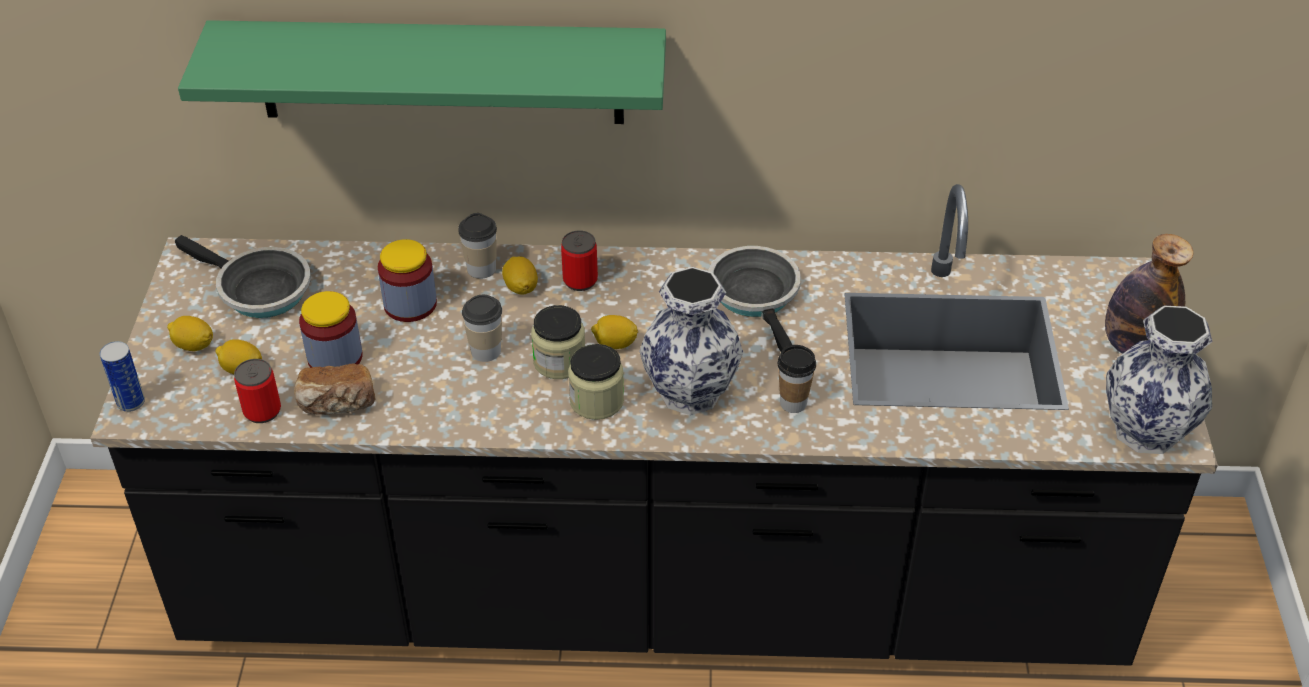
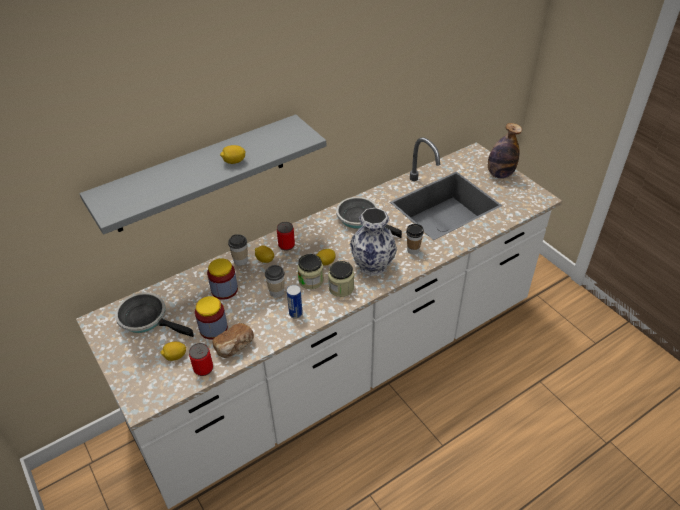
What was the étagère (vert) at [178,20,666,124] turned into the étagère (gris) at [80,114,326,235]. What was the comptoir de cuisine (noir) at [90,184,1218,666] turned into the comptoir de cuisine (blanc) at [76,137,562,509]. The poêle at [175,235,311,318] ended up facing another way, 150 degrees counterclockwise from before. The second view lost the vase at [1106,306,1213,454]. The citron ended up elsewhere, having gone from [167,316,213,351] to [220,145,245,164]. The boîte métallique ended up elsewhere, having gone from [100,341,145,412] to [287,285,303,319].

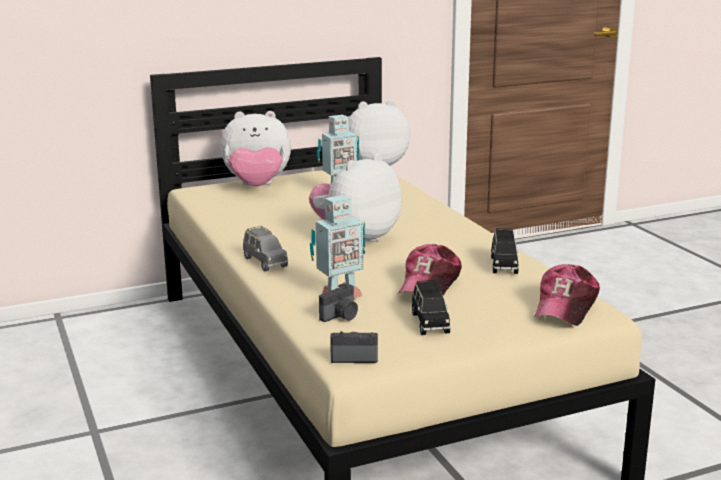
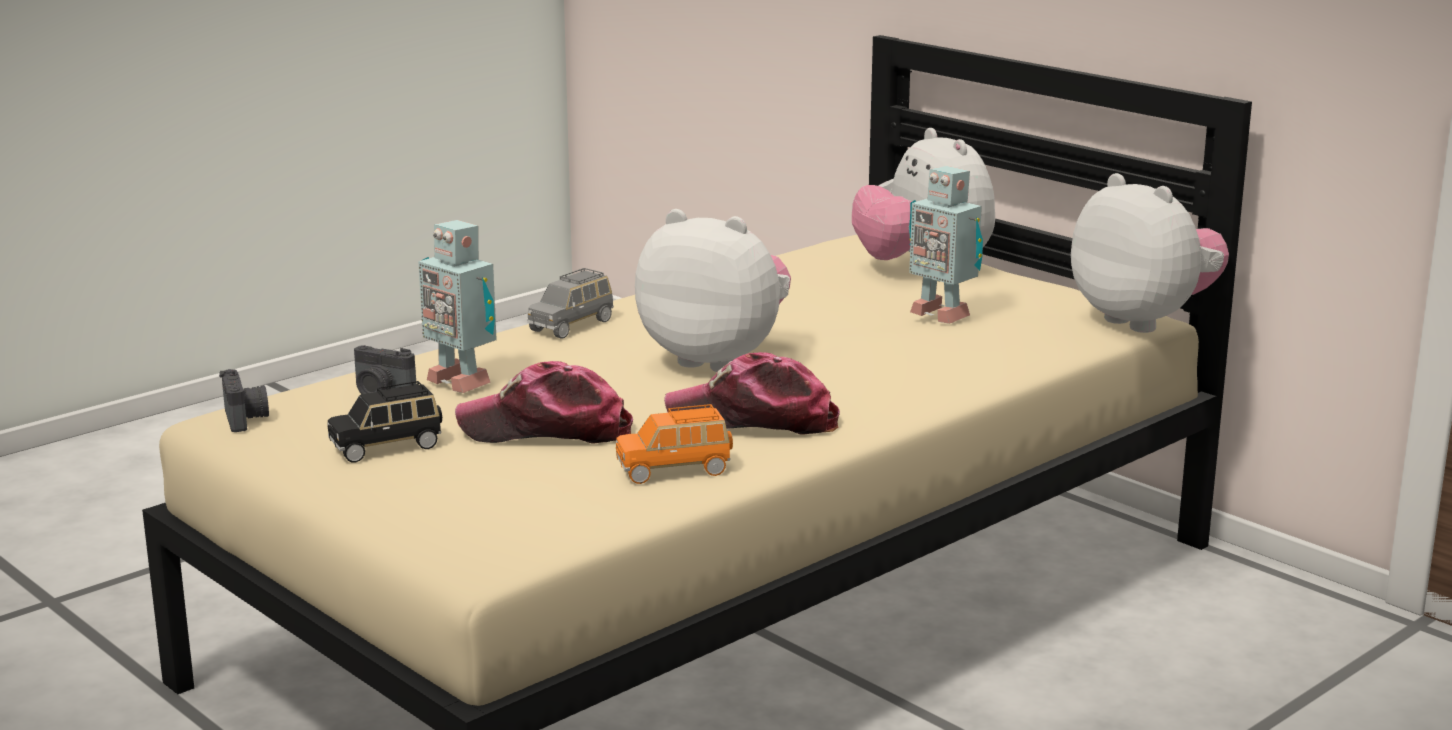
What was the petite voiture (noir) at [491,228,519,274] turned into the petite voiture (orange) at [616,404,733,484]. The casquette ended up elsewhere, having gone from [534,264,600,326] to [664,352,840,435].

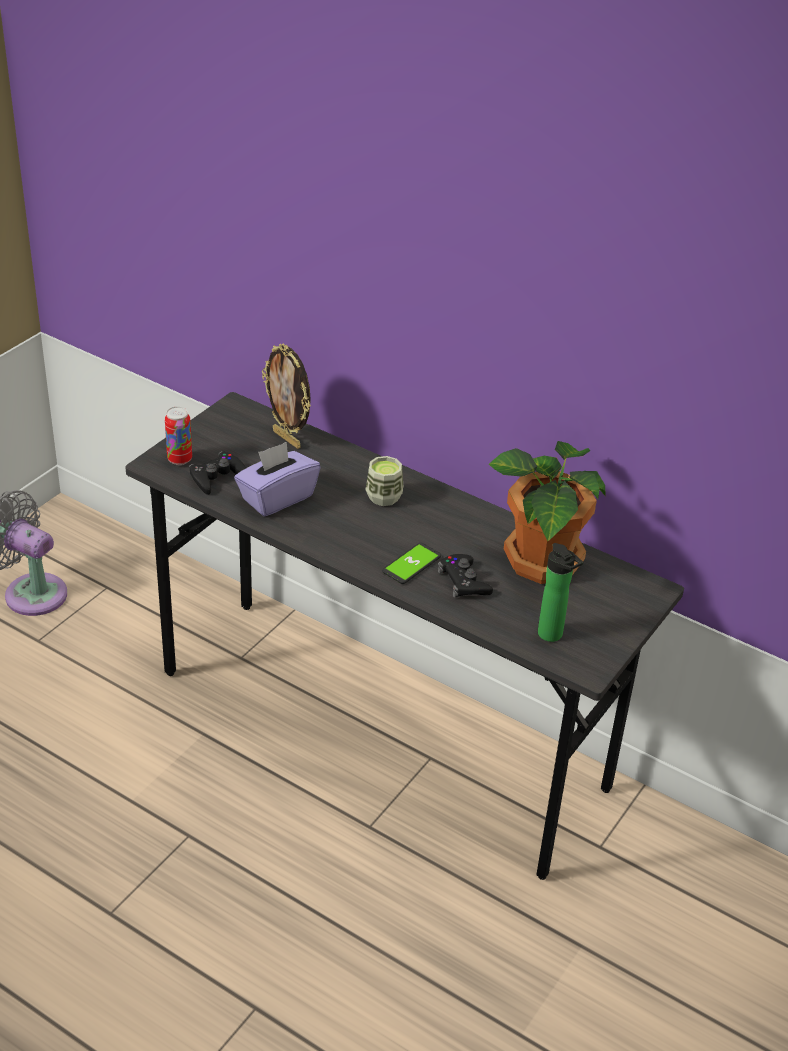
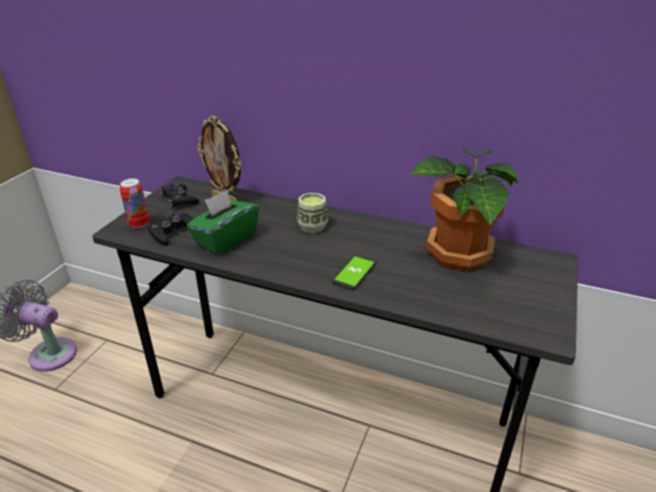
What was the boîte à mouchoirs (violet) at [234,442,321,516] turned into the boîte à mouchoirs (vert) at [187,190,259,255]. The second view lost the bouteille at [538,543,583,642]. The manette (noir) ended up elsewhere, having gone from [438,554,493,598] to [159,183,199,208].

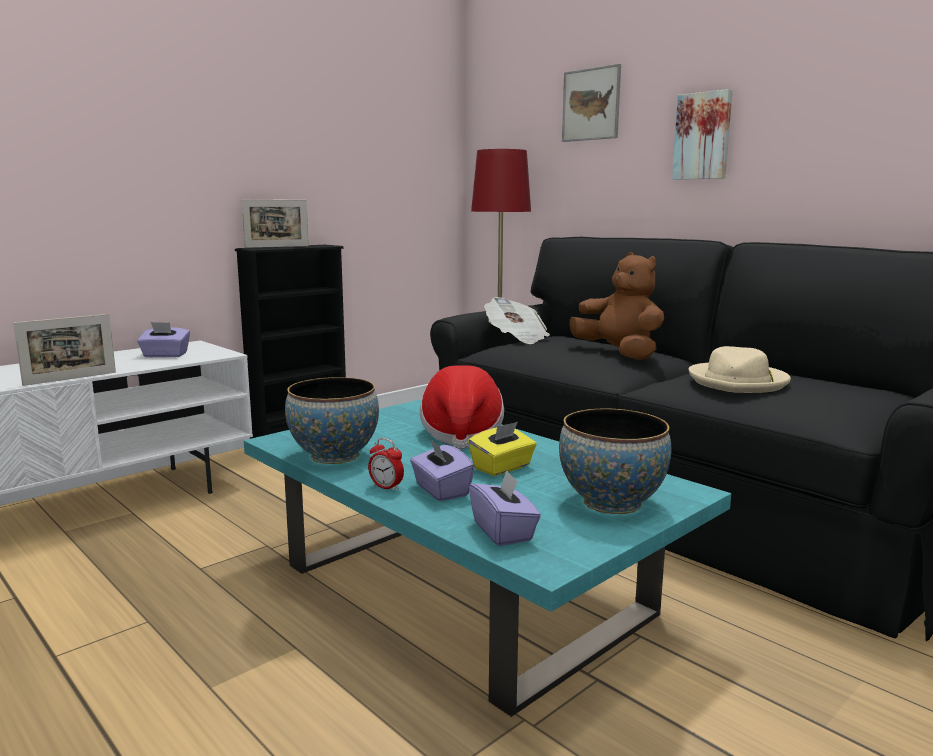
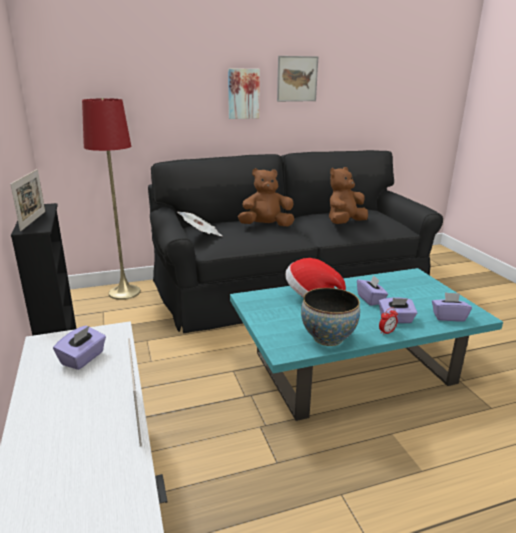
The tableau ended up elsewhere, having gone from [562,64,621,142] to [277,56,319,102]. Where the chapeau (beige) stood at [689,346,791,393], the peluche (marron) came to stand at [329,167,368,224]. The second view lost the bol at [559,409,671,514]. What was the boîte à mouchoirs (jaune) at [468,422,537,476] turned into the boîte à mouchoirs (violet) at [357,275,388,306].

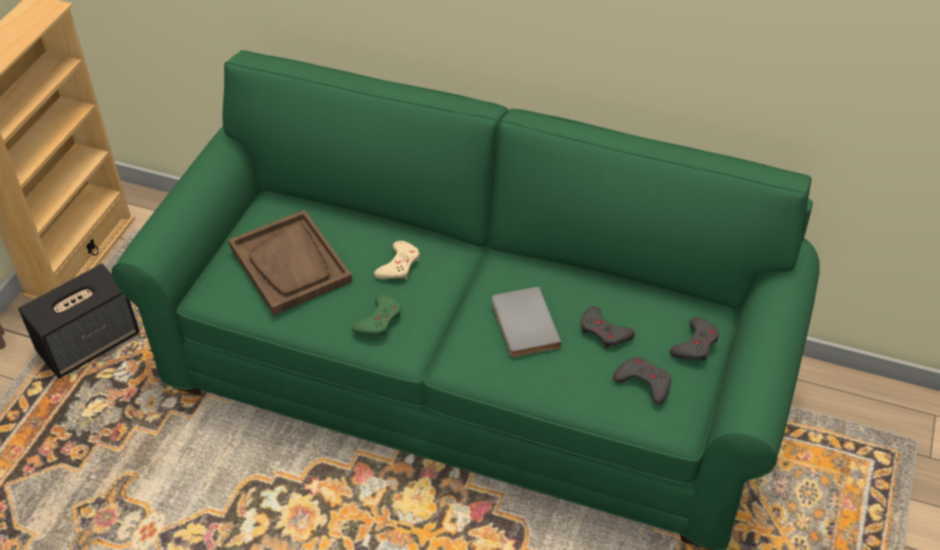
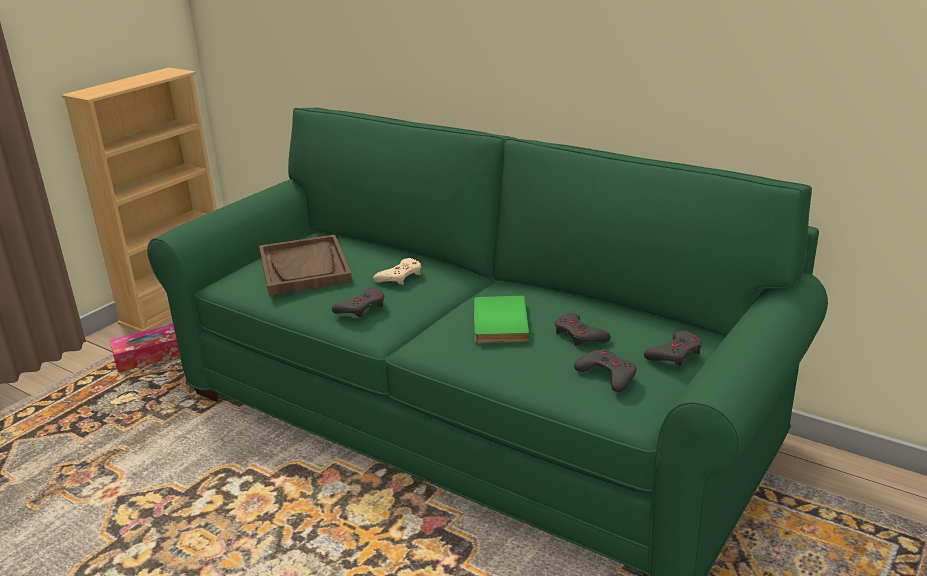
Where the enceinte stood at [18,263,140,379], the boîte à mouchoirs came to stand at [110,324,180,372]. What was the livre (gris) at [492,286,561,357] turned into the livre (vert) at [474,296,530,343]. What was the manette (vert) at [352,294,401,336] turned into the manette (gris) at [332,288,384,317].

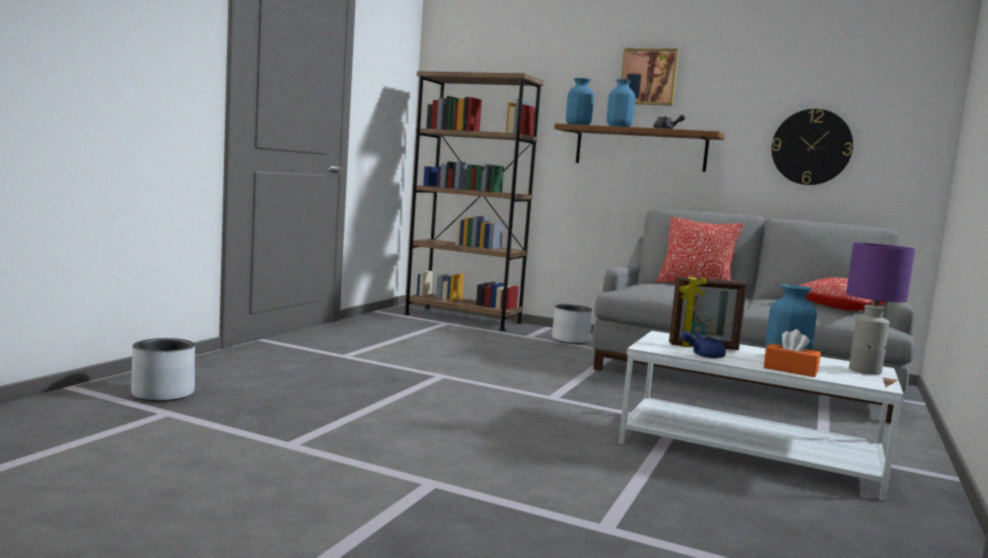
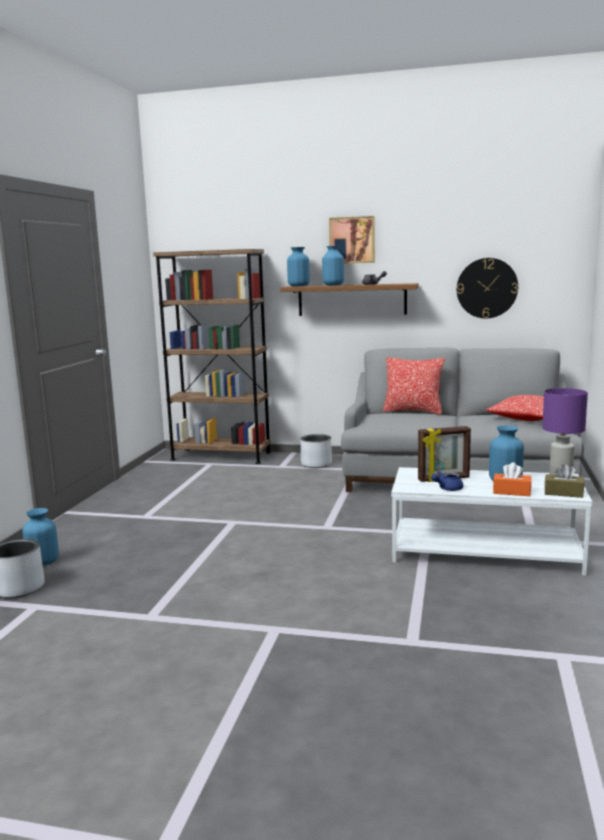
The second view gained the boîte à mouchoirs (marron) at [545,464,584,498]. The second view gained the vase (bleu) at [22,508,59,566].

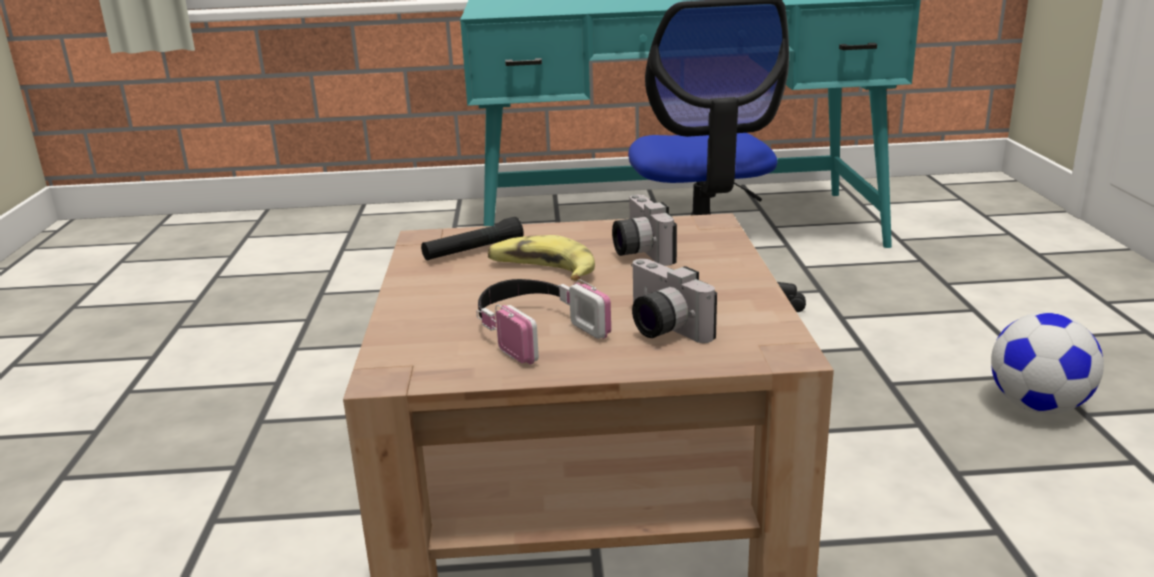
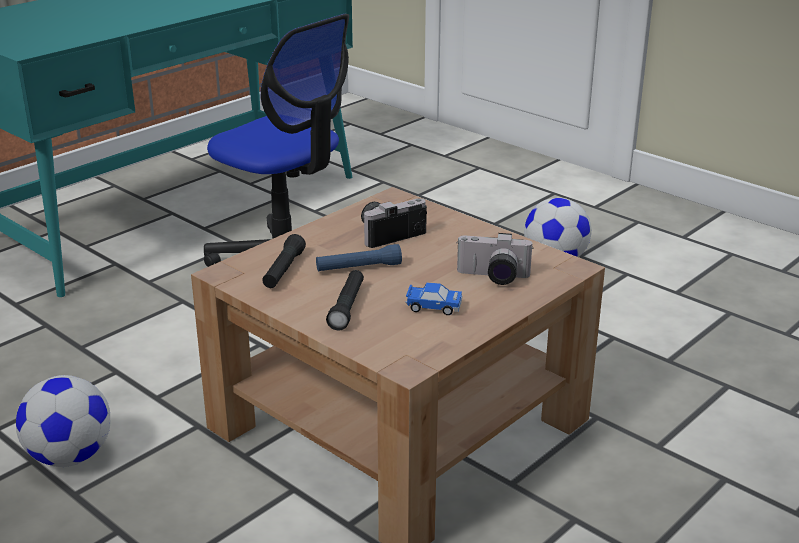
The appareil photo at [612,195,677,266] ended up facing another way, 120 degrees clockwise from before. Where the banane stood at [488,235,595,281], the lampe de poche (bleu) came to stand at [316,244,402,271]. Where the casque audio stood at [476,279,611,365], the petite voiture came to stand at [406,282,462,315]. The second view gained the lampe de poche (noir) at [326,270,364,331]. The second view gained the ballon de foot at [16,375,110,467].

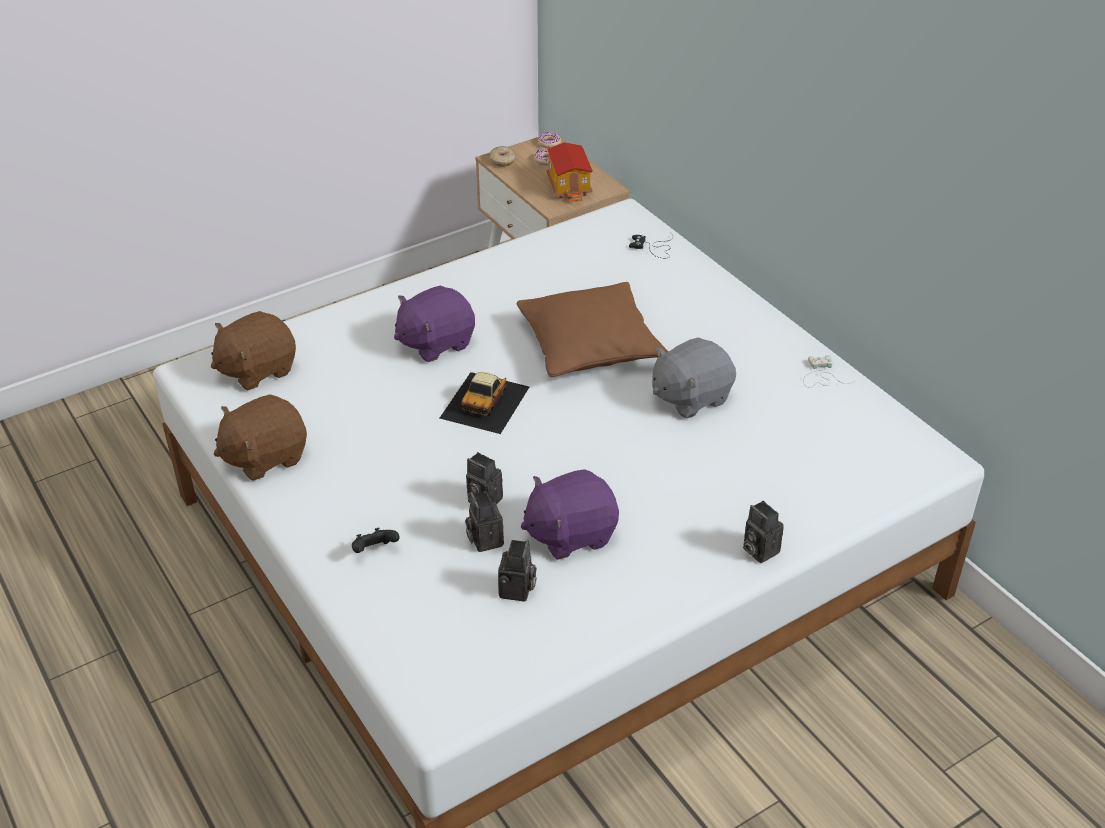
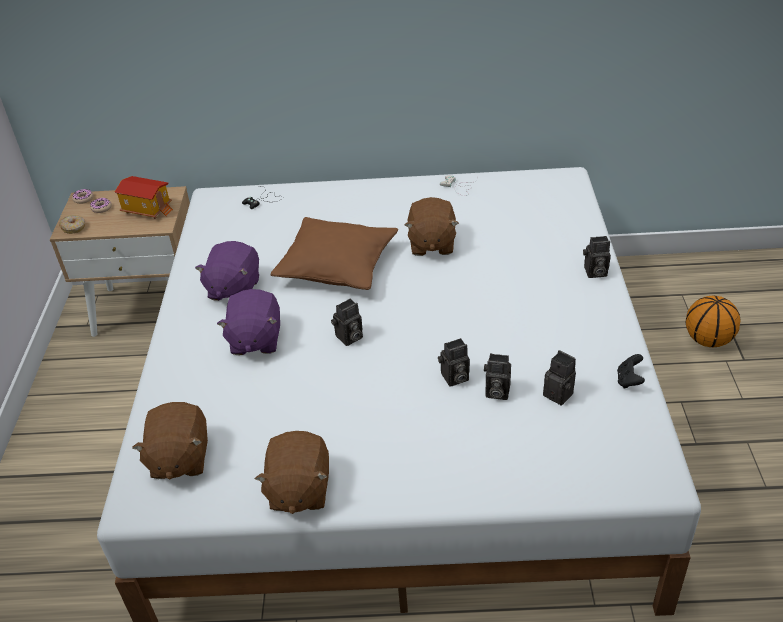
What was the peluche (gris) at [652,337,736,418] turned into the peluche (marron) at [405,197,459,256]. Where the petite voiture stood at [440,372,529,434], the appareil photo came to stand at [331,299,363,346]. The peluche (violet) ended up elsewhere, having gone from [521,469,619,560] to [195,241,259,301]. The manette (noir) ended up elsewhere, having gone from [352,528,399,553] to [617,354,645,388]. The second view gained the ballon de basket at [686,296,741,347].

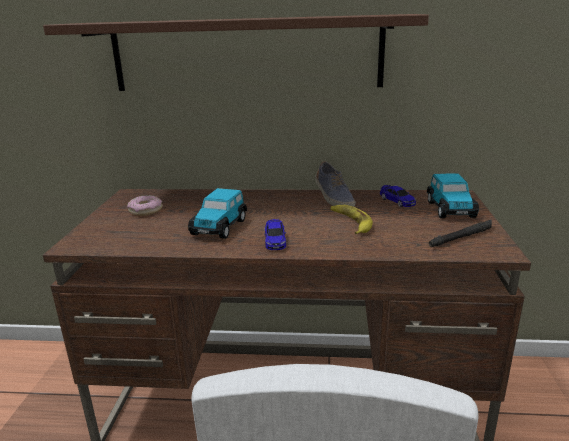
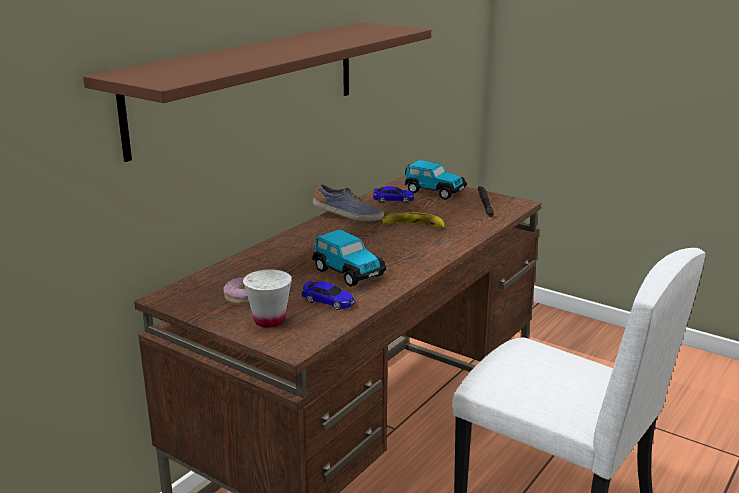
The petite voiture ended up elsewhere, having gone from [264,219,286,250] to [301,281,355,310]. The second view gained the tasse (blanc) at [243,269,292,328].

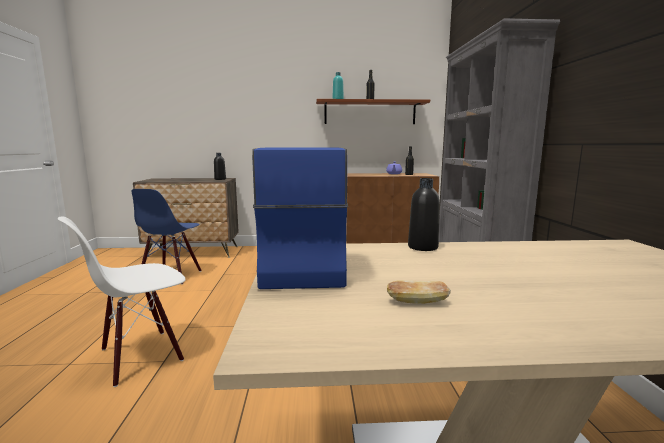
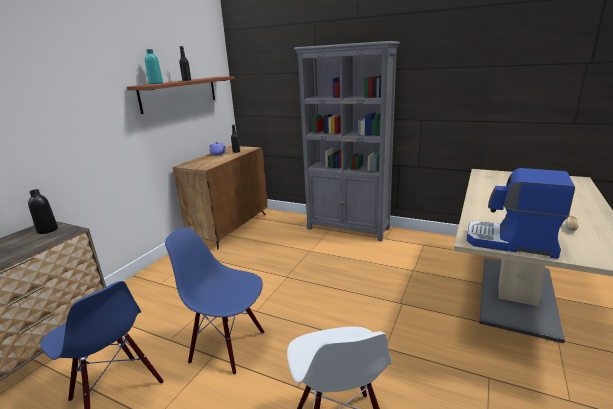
The second view lost the bouteille (noir) at [408,178,440,251]. The second view gained the chaise (bleu) at [165,227,264,375].

